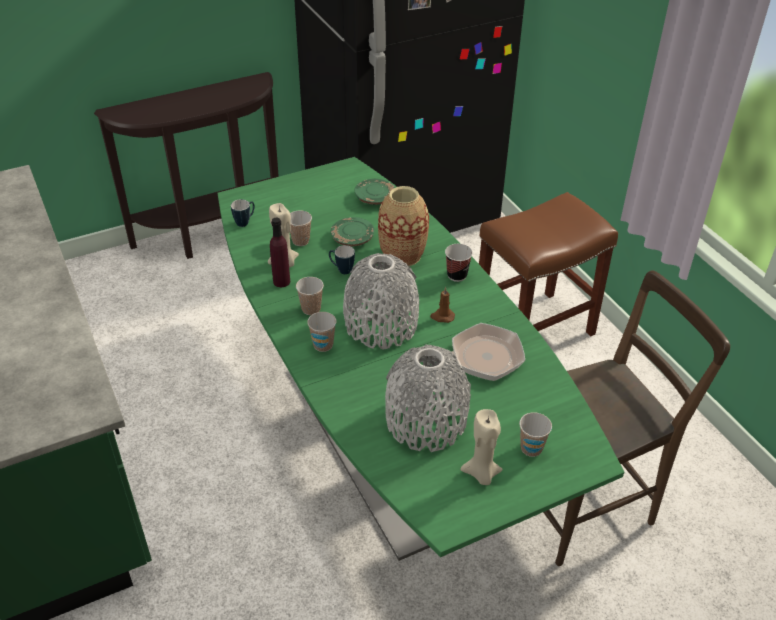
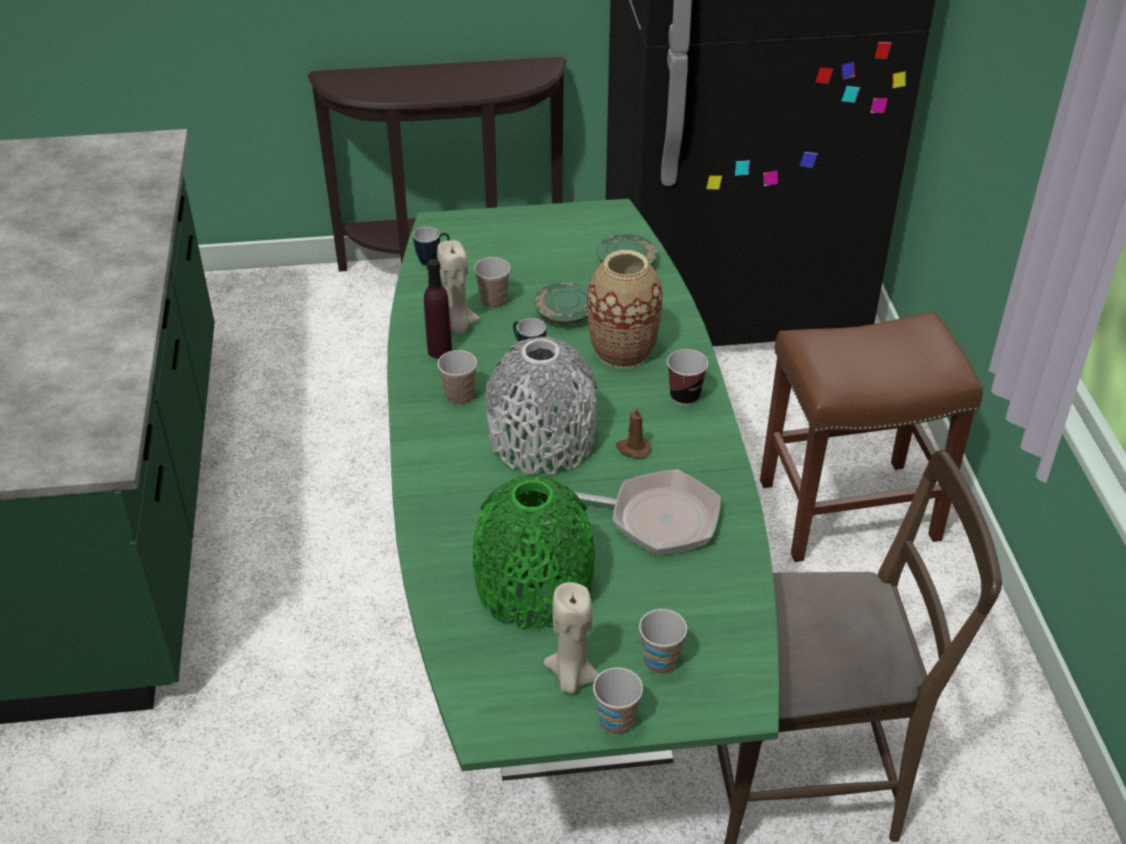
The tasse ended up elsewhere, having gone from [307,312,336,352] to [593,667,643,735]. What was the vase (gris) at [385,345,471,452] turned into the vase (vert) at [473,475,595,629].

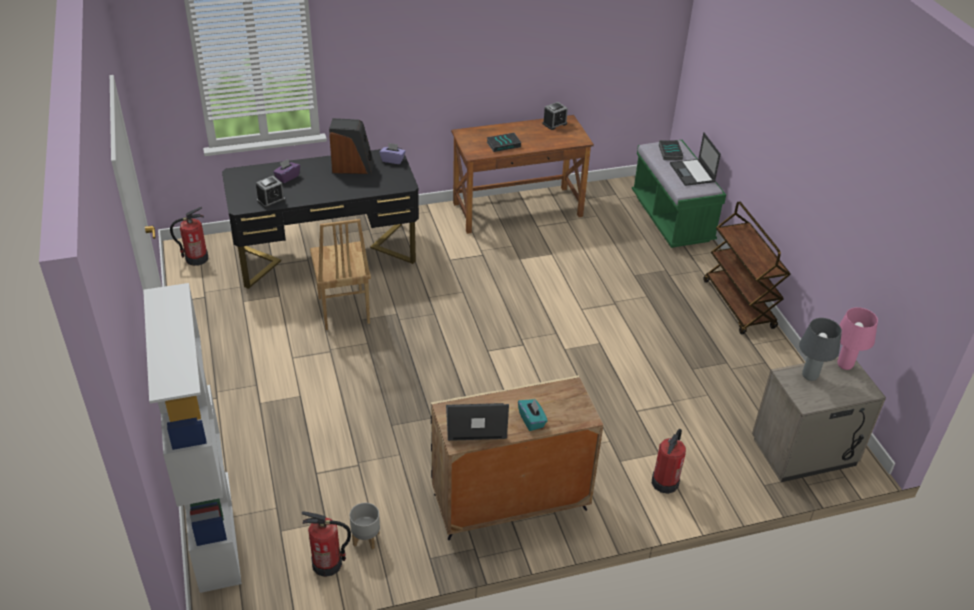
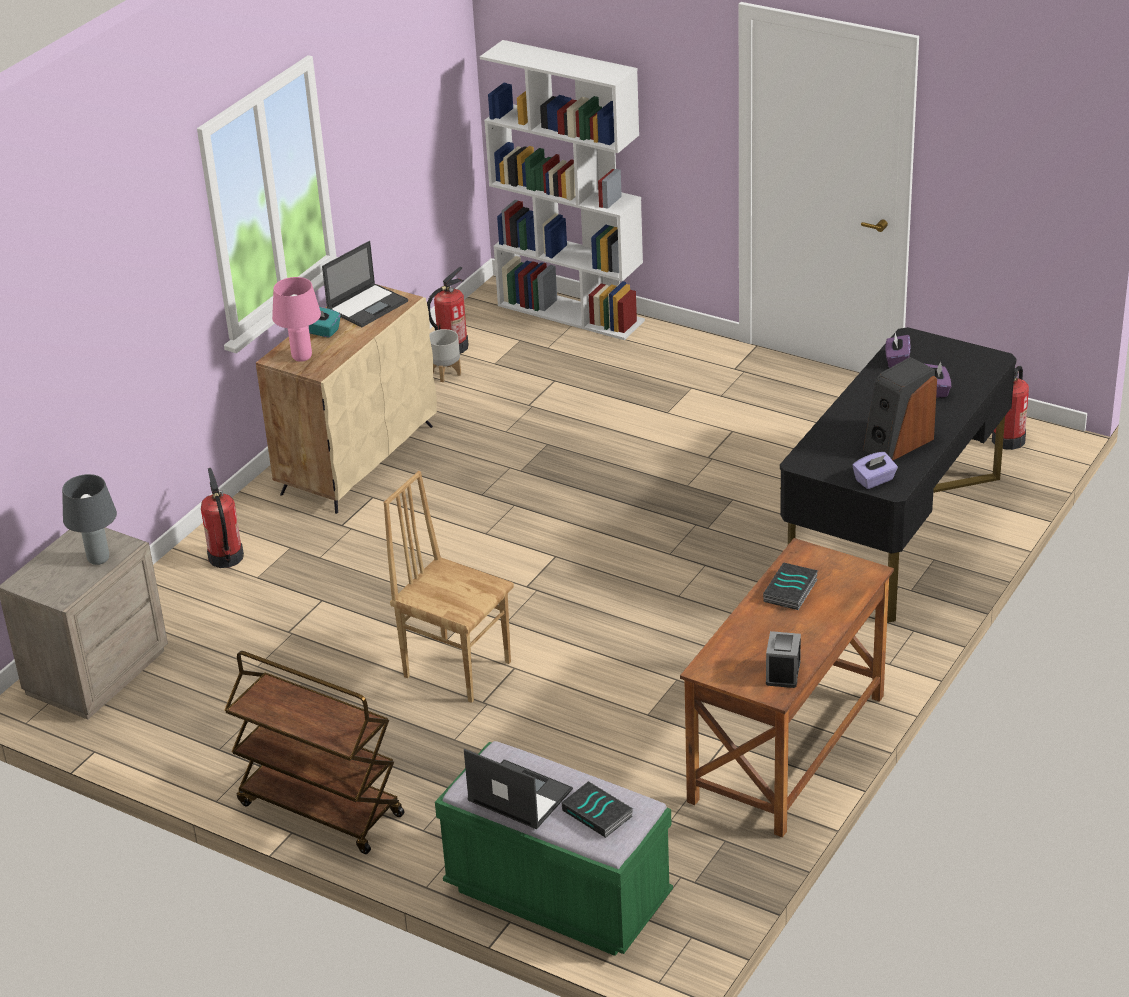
Where the réveil stood at [256,176,285,208], the boîte à mouchoirs (violet) came to stand at [886,333,910,368]. The chaise (marron) ended up elsewhere, having gone from [310,219,371,330] to [384,471,514,703]. The lampe de table (rose) ended up elsewhere, having gone from [837,307,878,370] to [272,277,321,362].

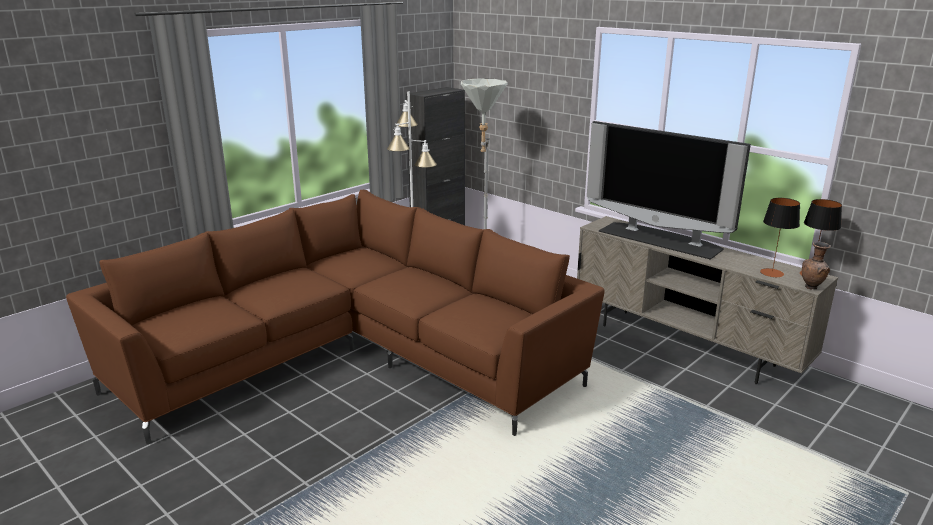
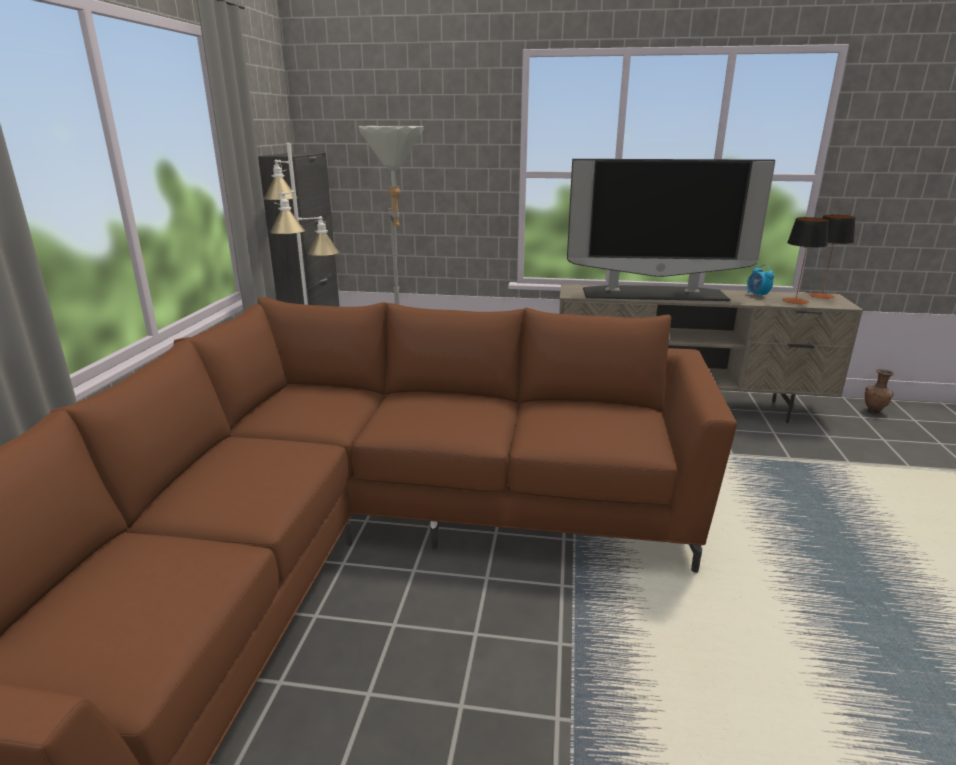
The vase (marron) ended up elsewhere, having gone from [802,242,831,289] to [865,369,894,414]. The second view gained the réveil at [747,264,774,298].

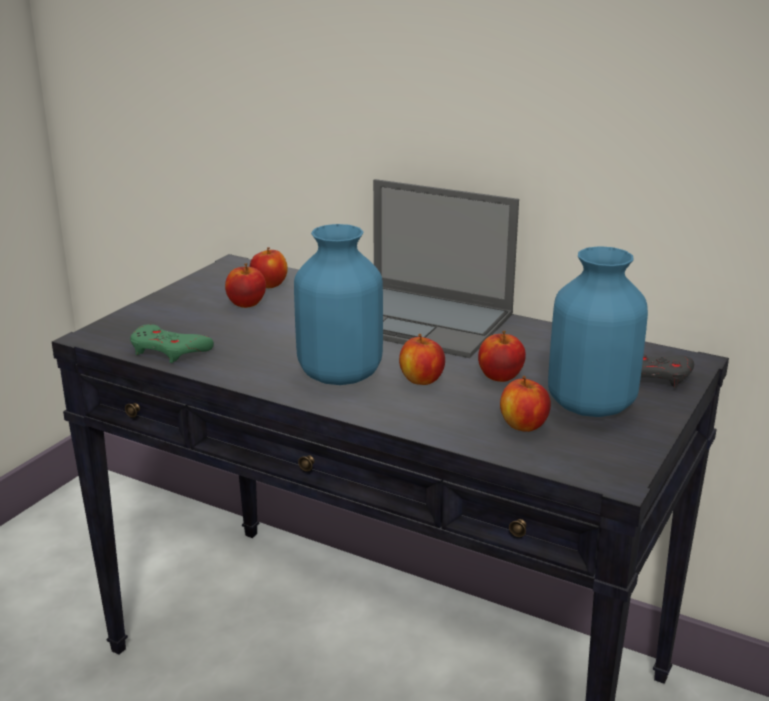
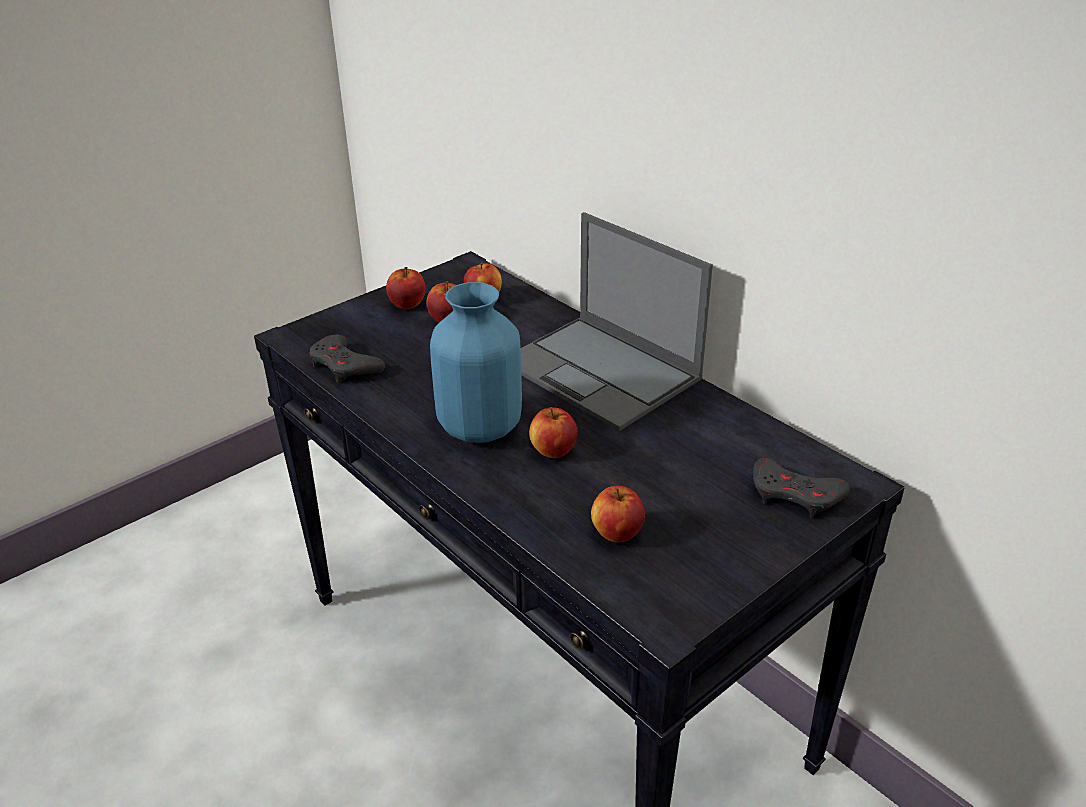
The second view lost the vase (bleu) at [548,246,648,417]. What was the manette (vert) at [130,324,214,363] turned into the manette (gris) at [309,335,385,382]. The pomme ended up elsewhere, having gone from [478,331,526,382] to [386,267,426,309].

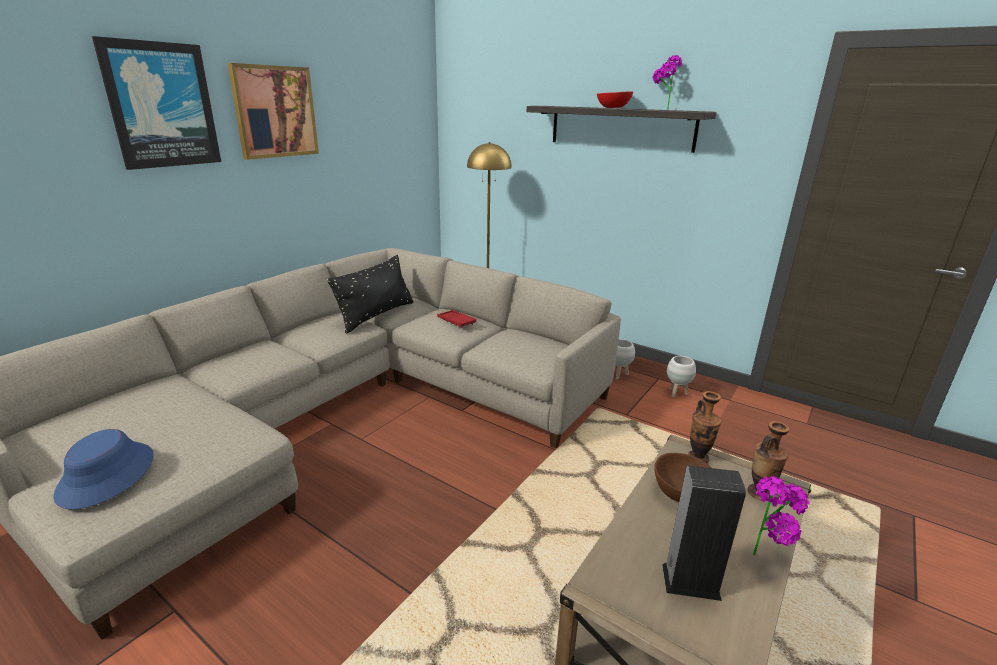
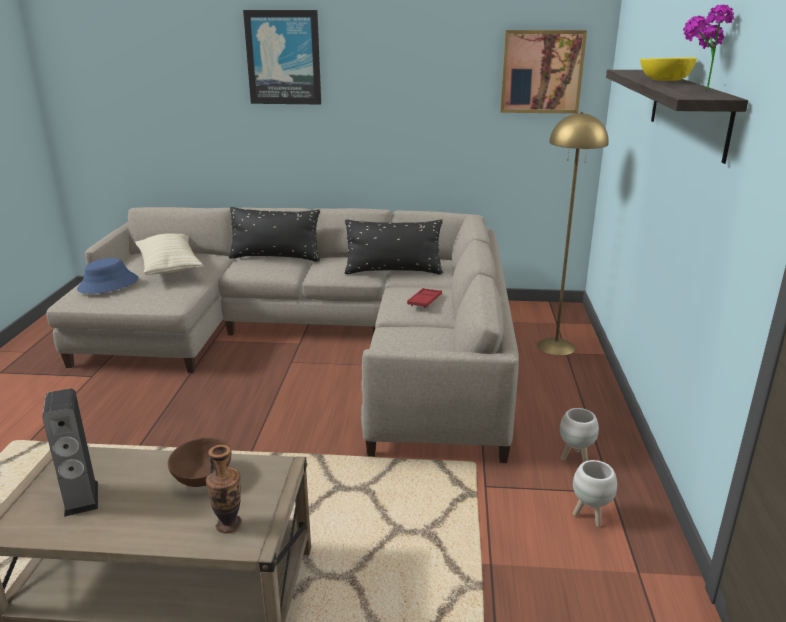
The tableau ended up elsewhere, having gone from [228,63,319,160] to [500,30,587,114]. What was the bol (rouge) at [597,91,633,108] turned into the bol (jaune) at [640,57,697,81]. The second view lost the vase at [688,391,722,463]. The second view lost the plante en pot at [753,476,810,555]. The second view gained the coussin (noir) at [229,207,320,262]. The second view gained the coussin (beige) at [135,233,204,275].

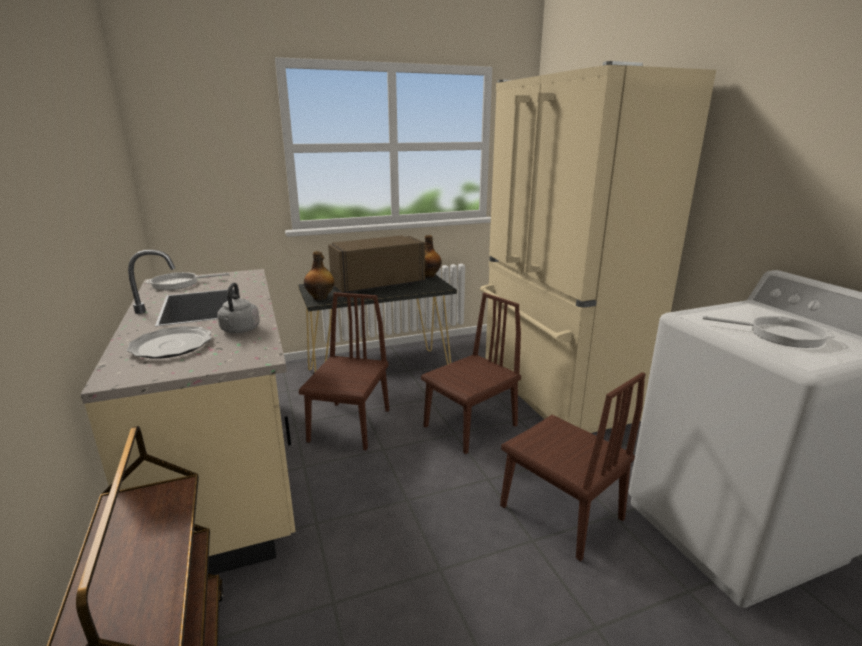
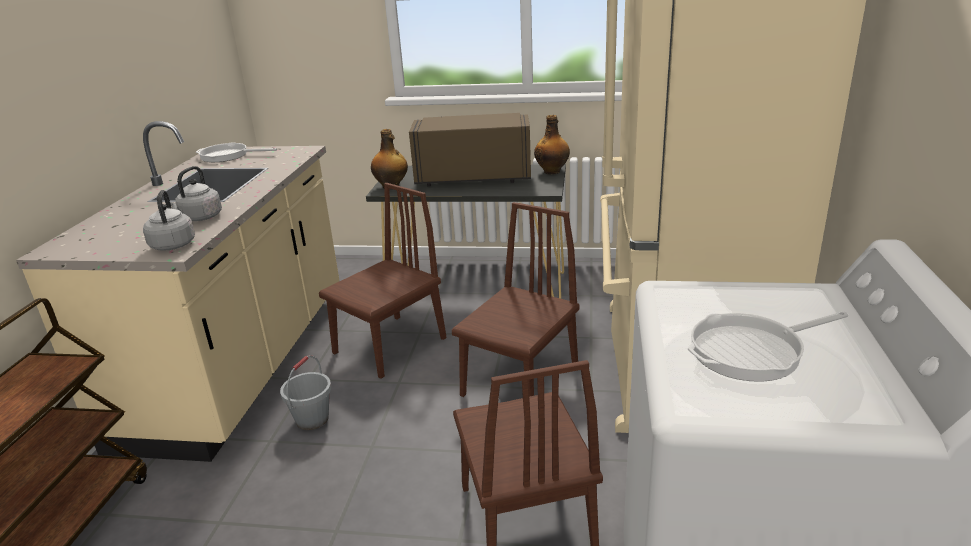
The chaise (marron) at [421,293,521,454] ended up facing another way, 45 degrees counterclockwise from before. The poêle at [703,316,835,348] ended up facing another way, 105 degrees clockwise from before. The second view lost the assiette at [127,326,212,359]. The second view gained the bouilloire (gris) at [143,190,195,251]. The second view gained the seau (gris) at [280,355,331,430].

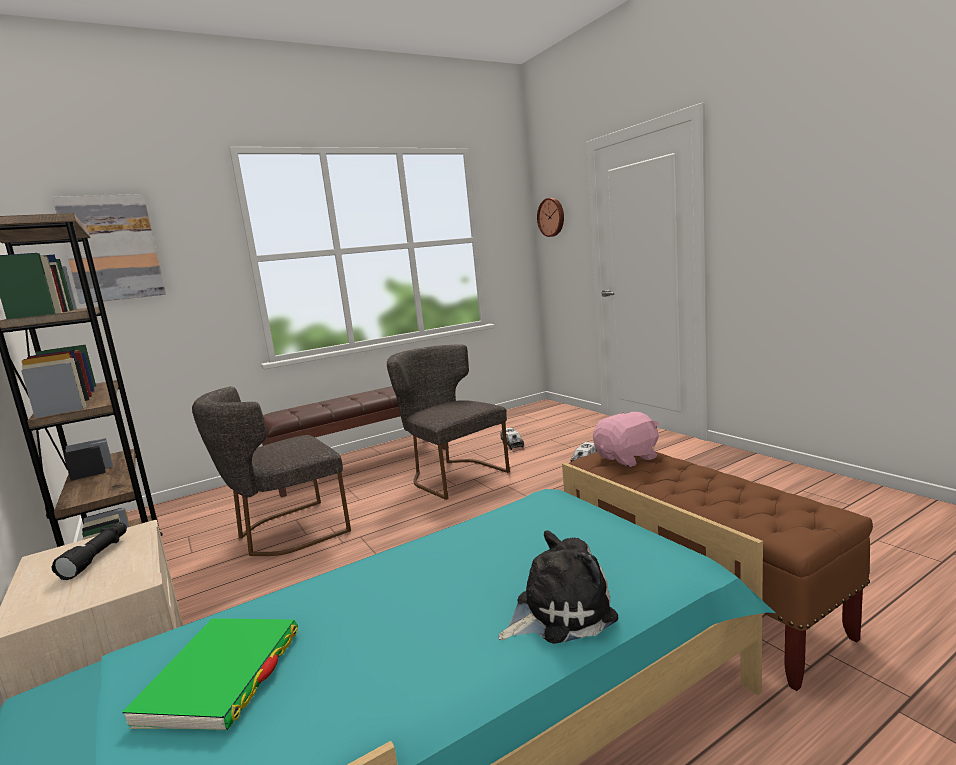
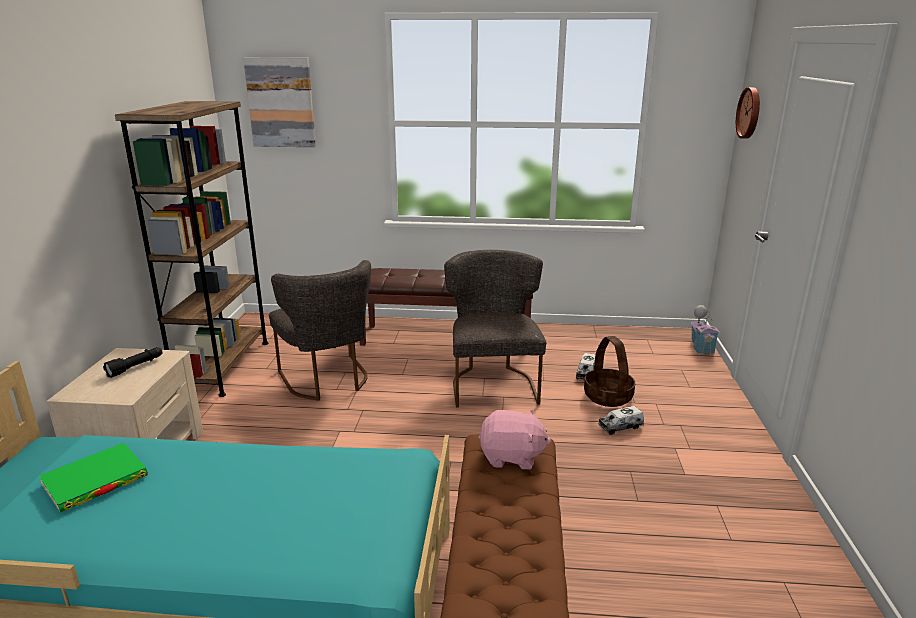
The chaise (gris) at [192,387,351,556] ended up facing another way, 120 degrees counterclockwise from before. The second view lost the peluche at [498,530,618,644]. The second view gained the maison miniature at [691,305,720,356]. The second view gained the panier at [584,336,635,407].

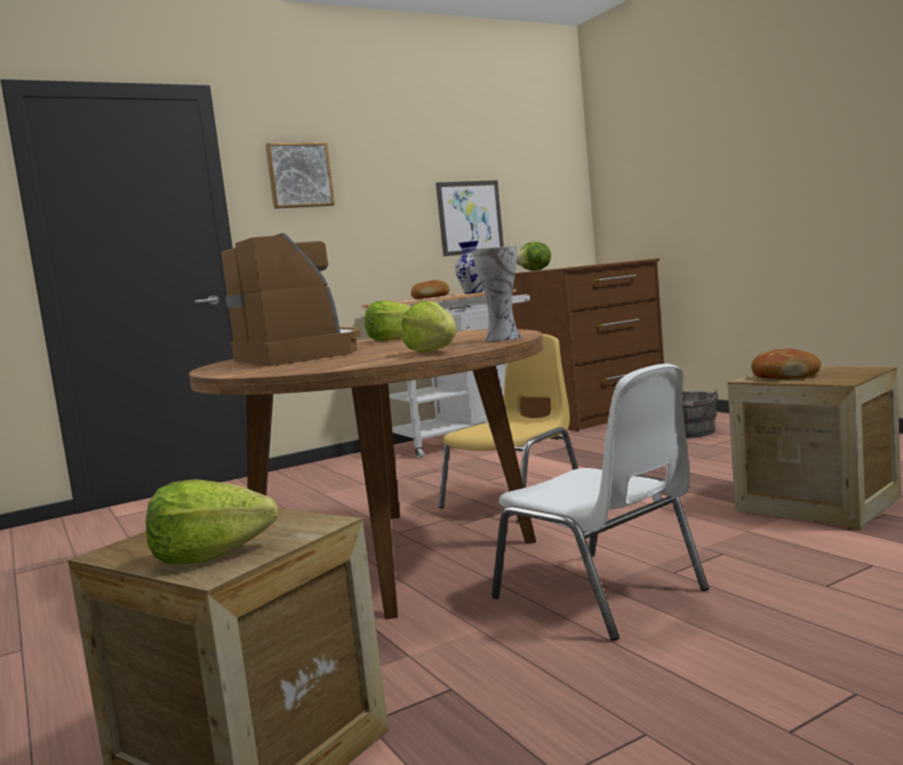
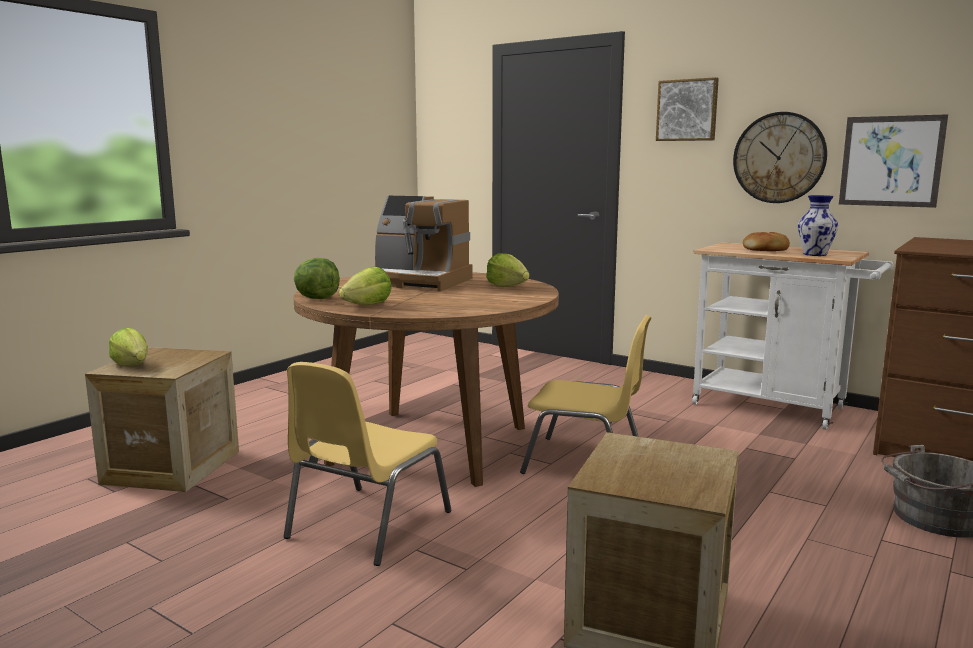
The machine à café at [221,233,361,366] ended up facing another way, 75 degrees clockwise from before. The laitue ended up elsewhere, having gone from [516,242,551,271] to [294,258,340,299]. The second view lost the vase at [472,246,521,341]. The second view lost the pain at [751,348,821,379]. What was the chaise (blanc) at [491,364,709,641] turned into the chaise (jaune) at [284,362,451,566]. The second view gained the horloge murale at [733,112,827,203].

